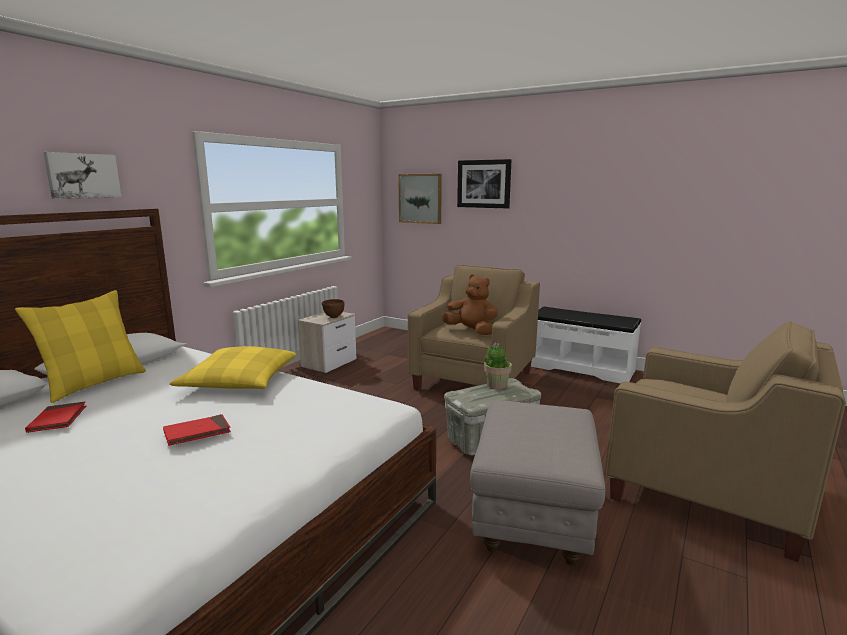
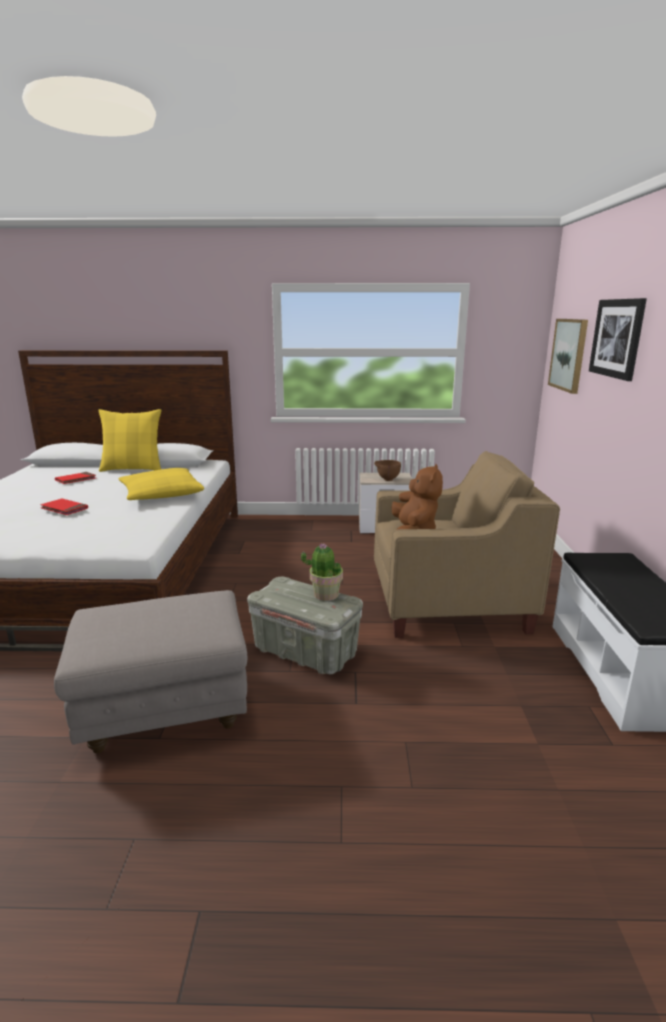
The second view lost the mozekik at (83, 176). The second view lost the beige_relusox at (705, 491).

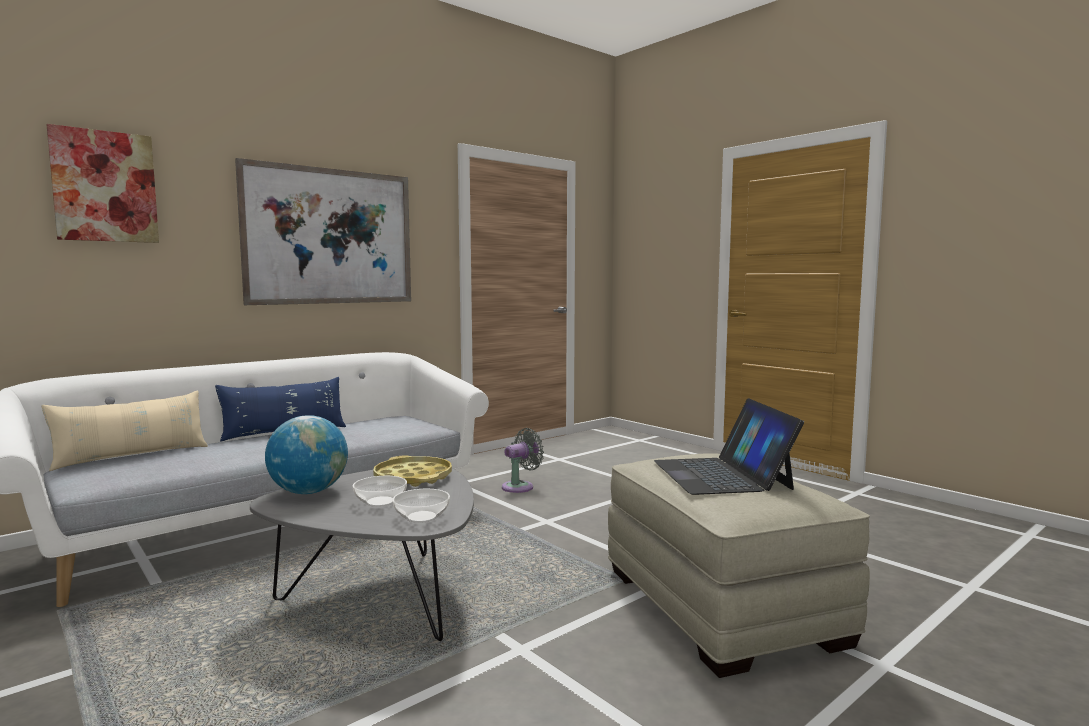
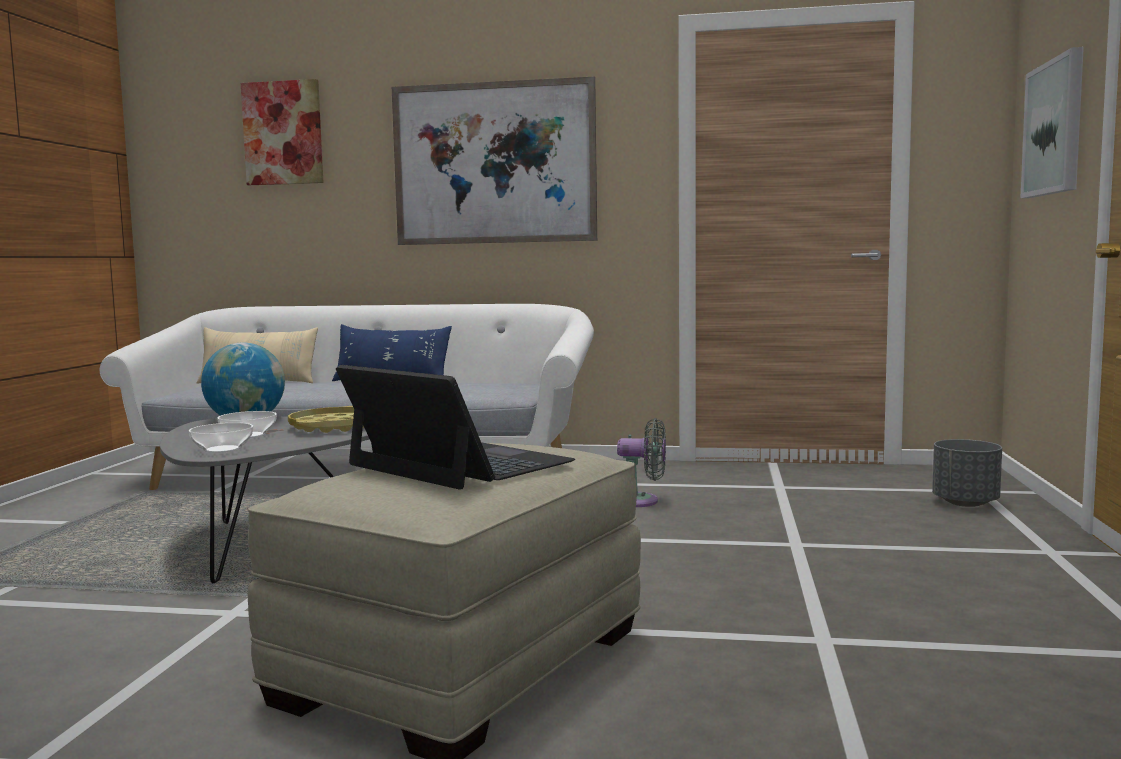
The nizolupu at (721, 474) ended up facing another way, 90 degrees clockwise from before. The second view gained the mozekik at (1055, 128). The second view gained the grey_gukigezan at (964, 503).

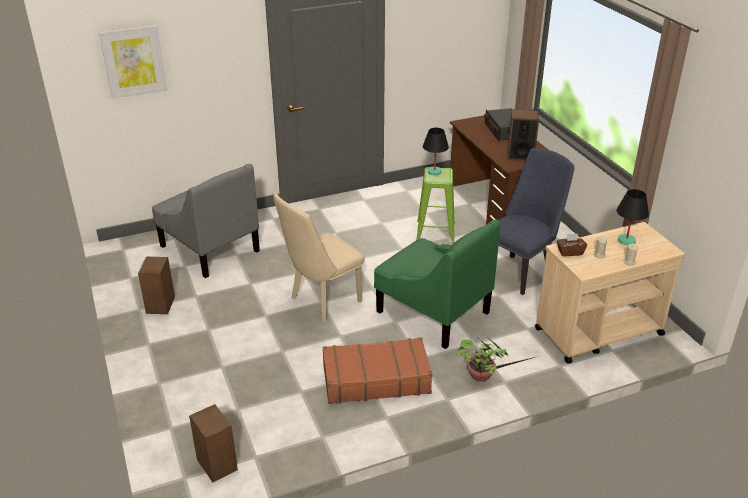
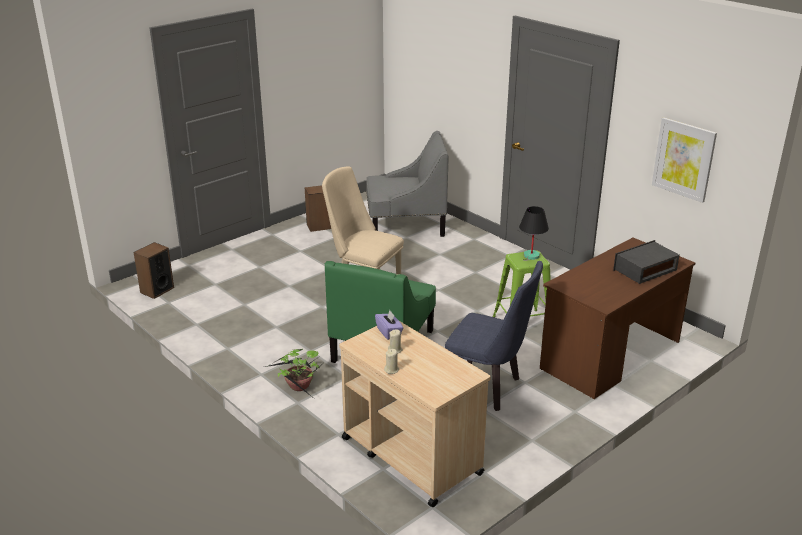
The mozekik ended up elsewhere, having gone from (133, 61) to (684, 159). The second view lost the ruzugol at (520, 155). The grey_relusox at (209, 248) ended up facing another way, 120 degrees counterclockwise from before. The second view lost the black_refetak at (626, 240). What was the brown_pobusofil at (570, 252) turned into the purple_pobusofil at (389, 332). The second view lost the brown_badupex at (375, 379).

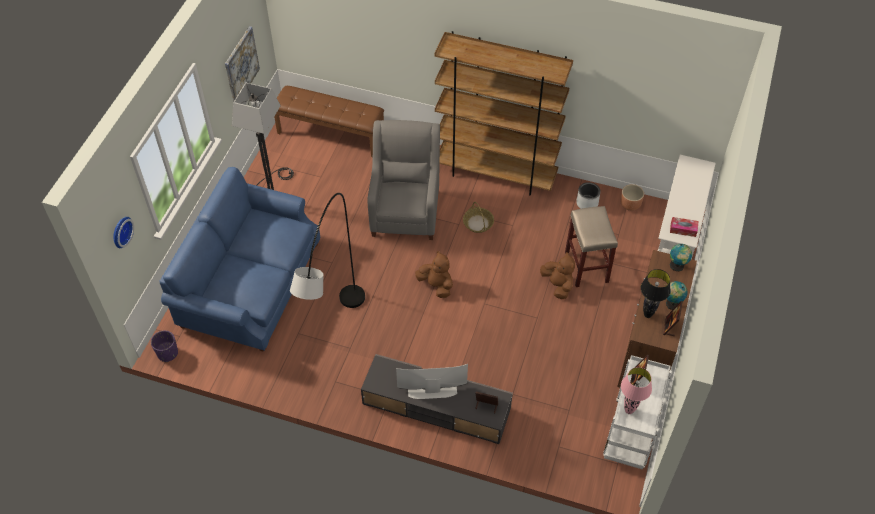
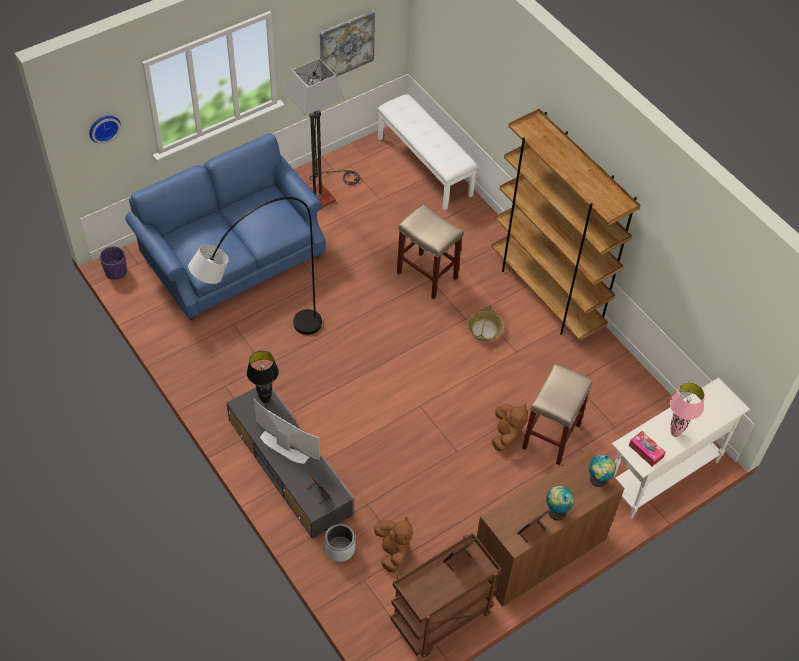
What was the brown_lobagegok at (331, 134) turned into the white_lobagegok at (425, 166). Where the grey_relusox stood at (405, 210), the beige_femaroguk came to stand at (428, 276). The grey_gukigezan ended up elsewhere, having gone from (587, 203) to (340, 549). The second view lost the brown_gukigezan at (630, 205). The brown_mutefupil ended up elsewhere, having gone from (436, 285) to (392, 551). The black_refetak ended up elsewhere, having gone from (648, 315) to (265, 400). What was the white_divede at (630, 435) turned into the brown_divede at (441, 619). The pink_refetak ended up elsewhere, having gone from (628, 410) to (675, 433).

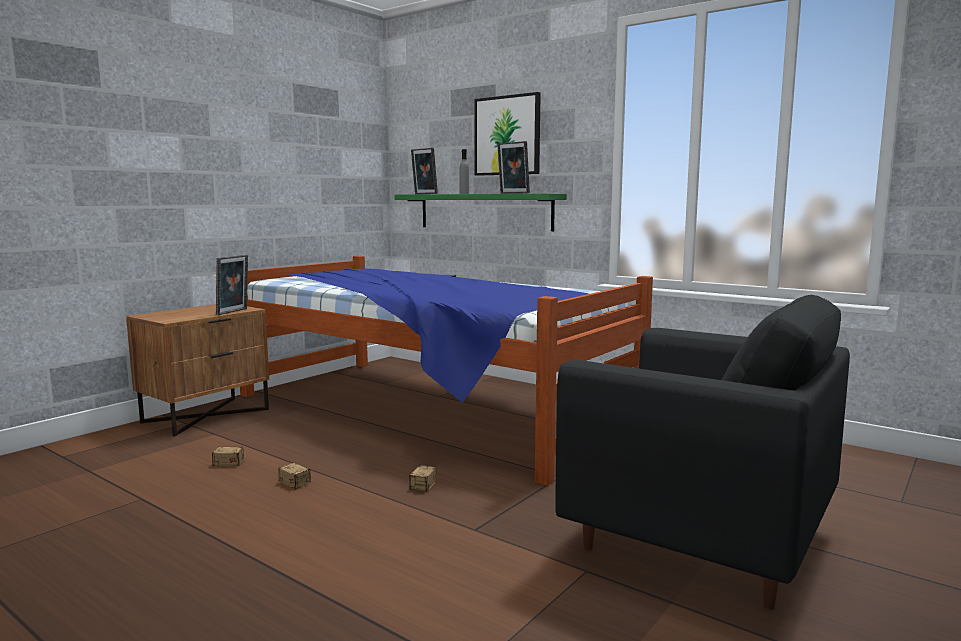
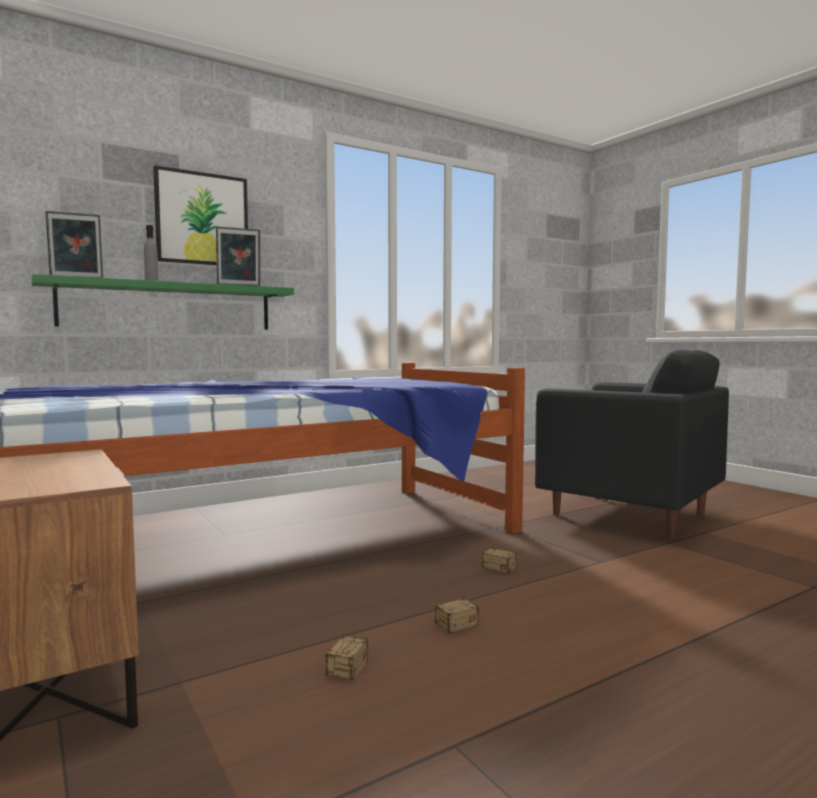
The second view lost the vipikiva at (234, 312). The black_relusox at (698, 545) ended up facing another way, 75 degrees clockwise from before.

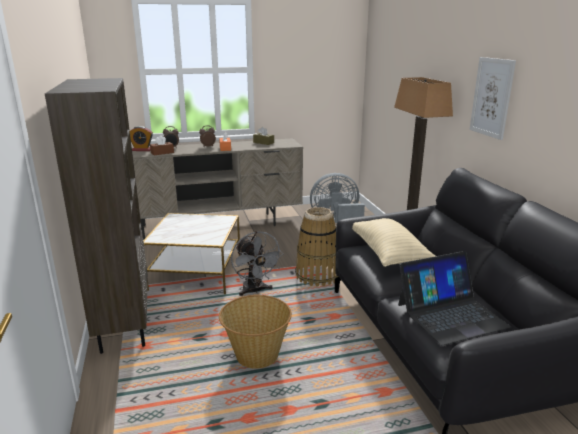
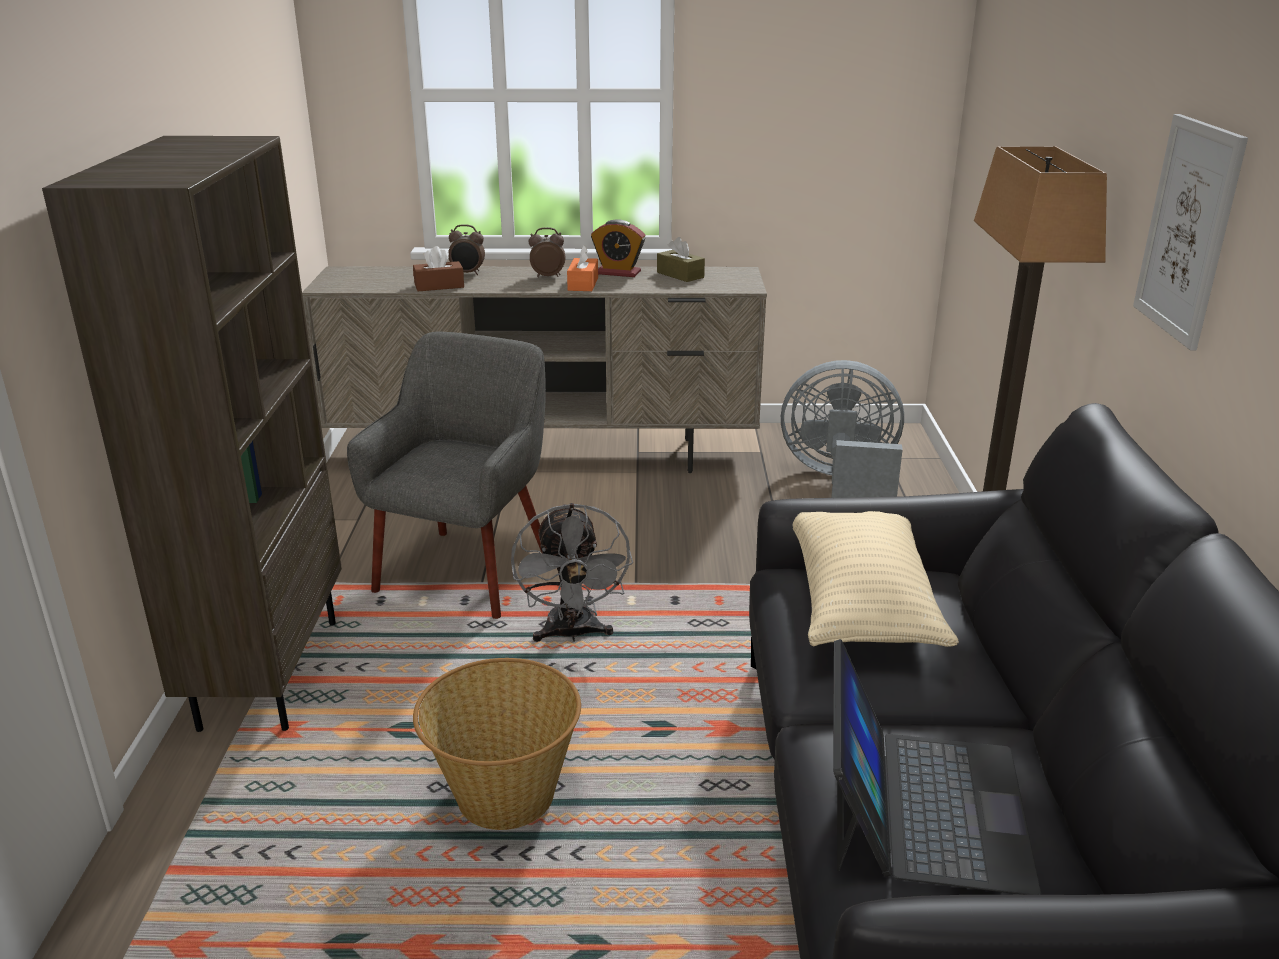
The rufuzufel ended up elsewhere, having gone from (142, 150) to (618, 273). The second view lost the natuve at (317, 276). Where the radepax stood at (196, 273), the grey_relusox came to stand at (467, 571). The nizolupu at (450, 315) ended up facing another way, 75 degrees counterclockwise from before.

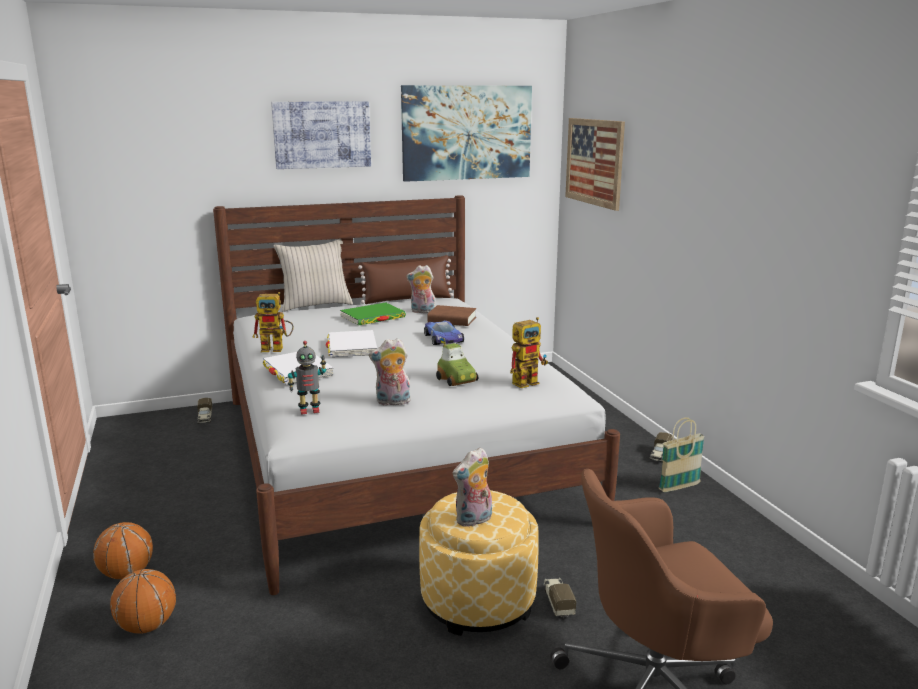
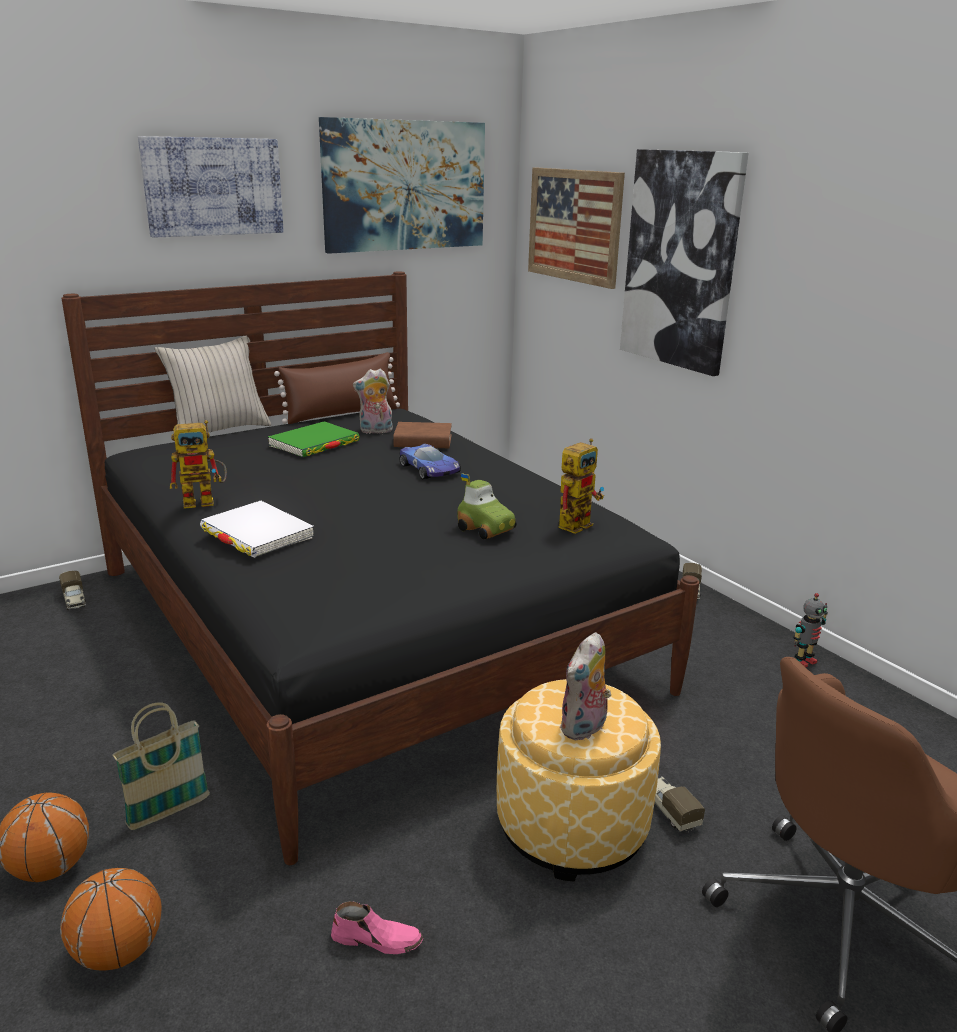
What was the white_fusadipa at (392, 454) turned into the black_fusadipa at (365, 626). The second view lost the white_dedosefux at (352, 347). The second view lost the mutefupil at (392, 402). The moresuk ended up elsewhere, having gone from (309, 410) to (804, 661). The natuve ended up elsewhere, having gone from (679, 487) to (169, 812). The second view gained the mozekik at (681, 260). The second view gained the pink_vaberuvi at (377, 939).

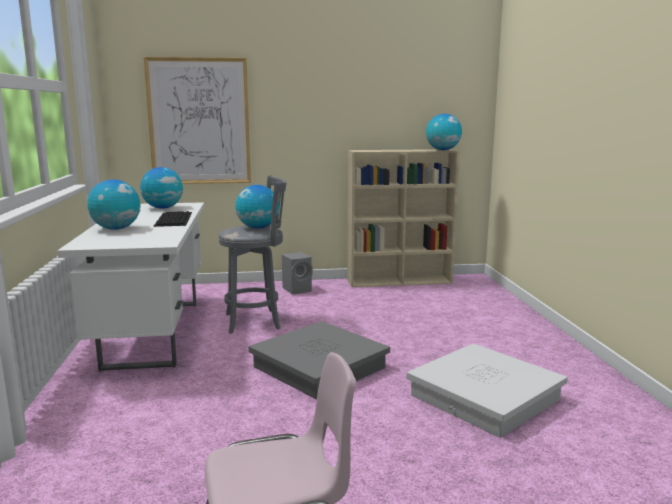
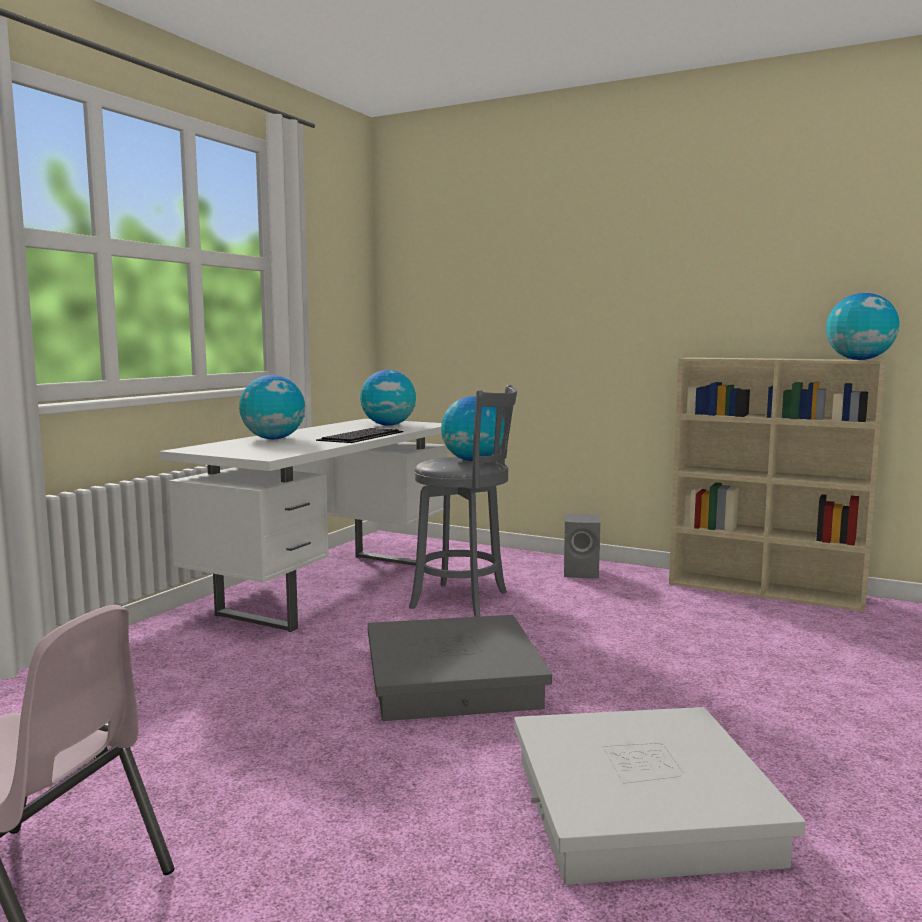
The second view lost the mozekik at (199, 122).

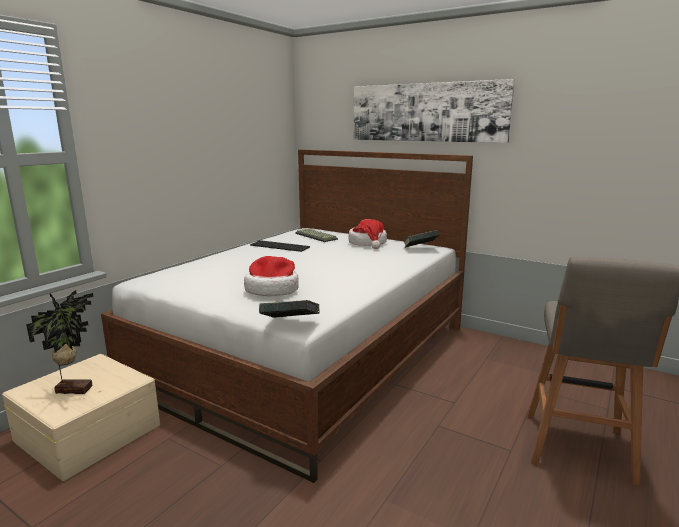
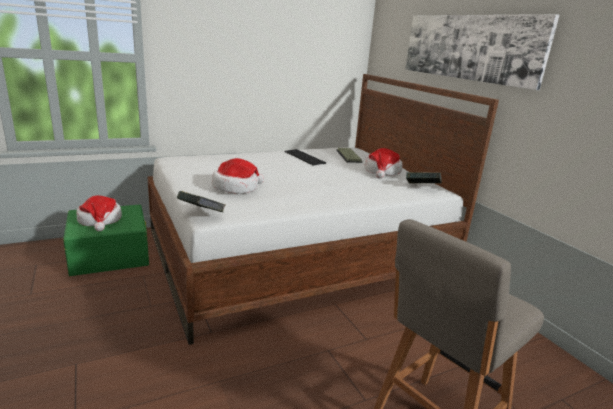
Where the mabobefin stood at (74, 388), the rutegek came to stand at (100, 220). What was the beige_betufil at (88, 431) turned into the green_betufil at (109, 253).

